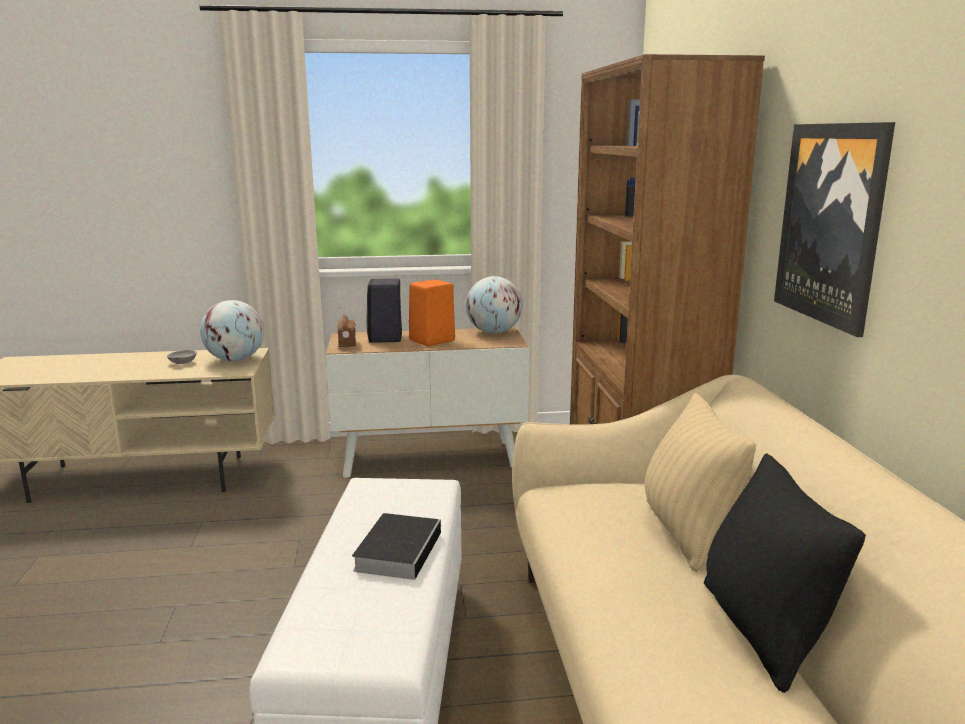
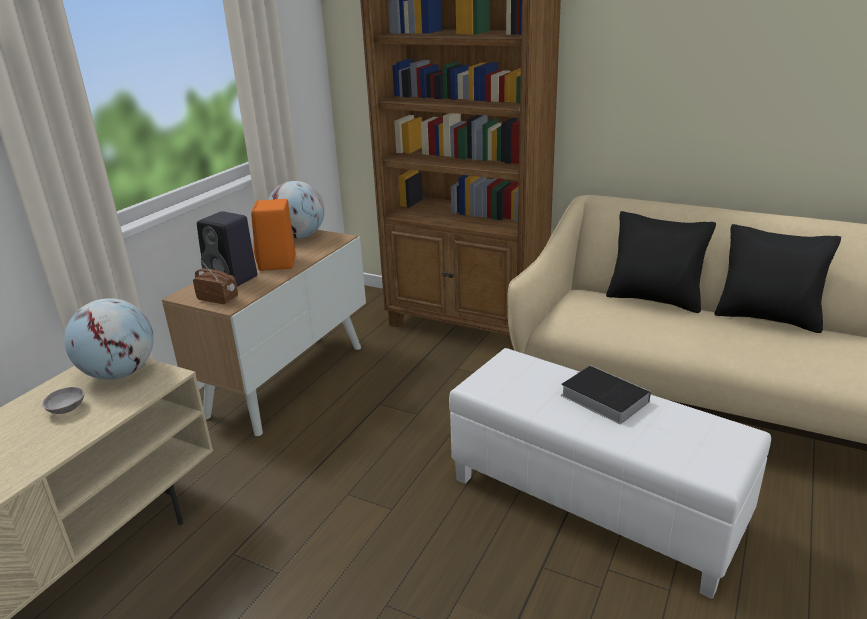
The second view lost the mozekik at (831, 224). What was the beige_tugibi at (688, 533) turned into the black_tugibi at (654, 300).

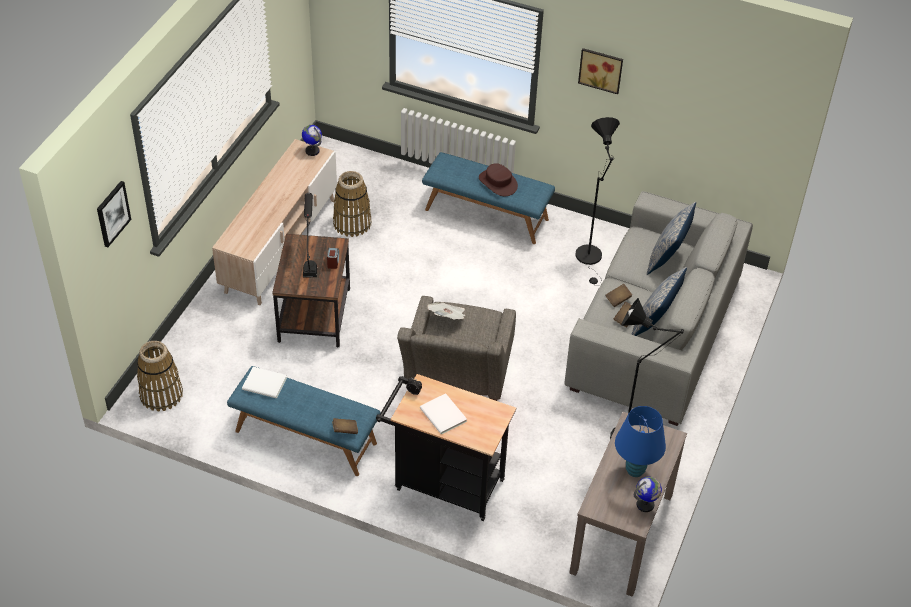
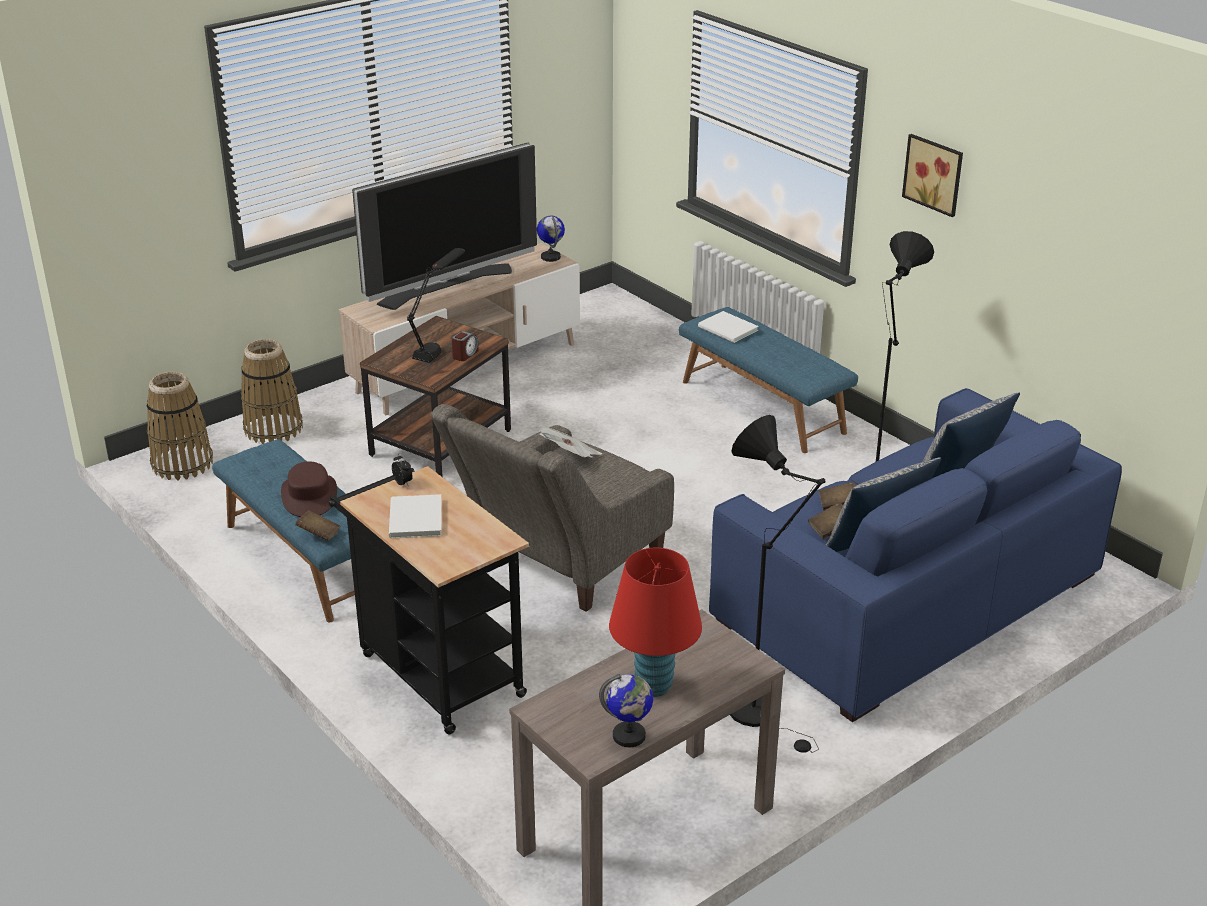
The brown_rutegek ended up elsewhere, having gone from (498, 182) to (309, 496). The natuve ended up elsewhere, having gone from (352, 223) to (273, 428). The second view lost the mozekik at (112, 213). What was the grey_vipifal at (654, 332) turned into the blue_vipifal at (906, 598). The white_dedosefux ended up elsewhere, having gone from (265, 384) to (728, 329). What was the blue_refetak at (635, 470) turned into the red_refetak at (654, 686). The second view gained the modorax at (447, 286).

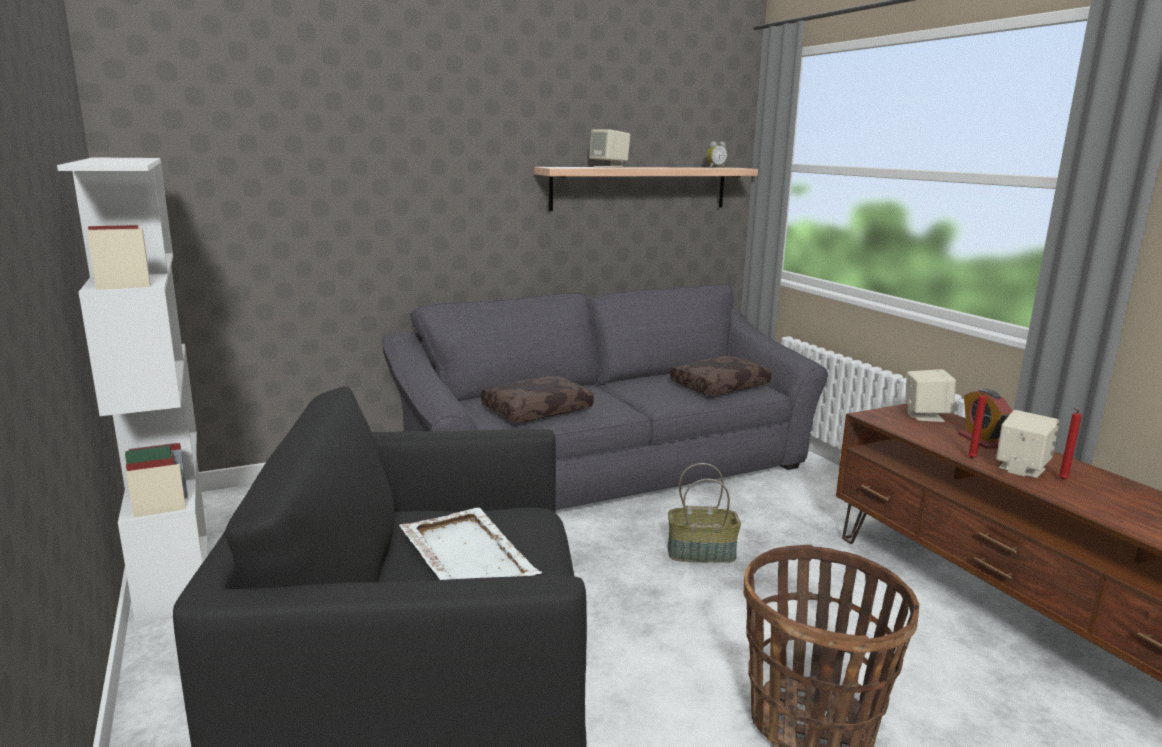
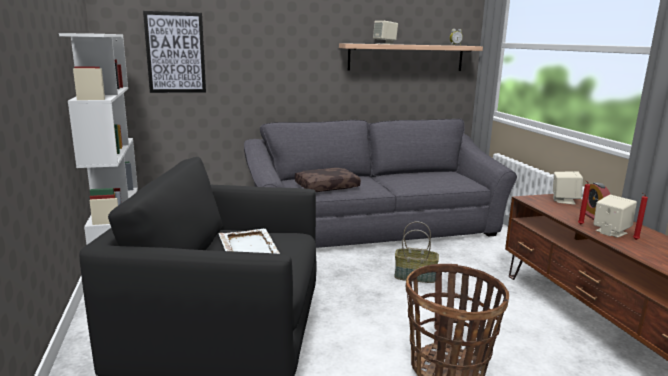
The second view lost the brown_tugibi at (719, 386). The second view gained the mozekik at (175, 52).

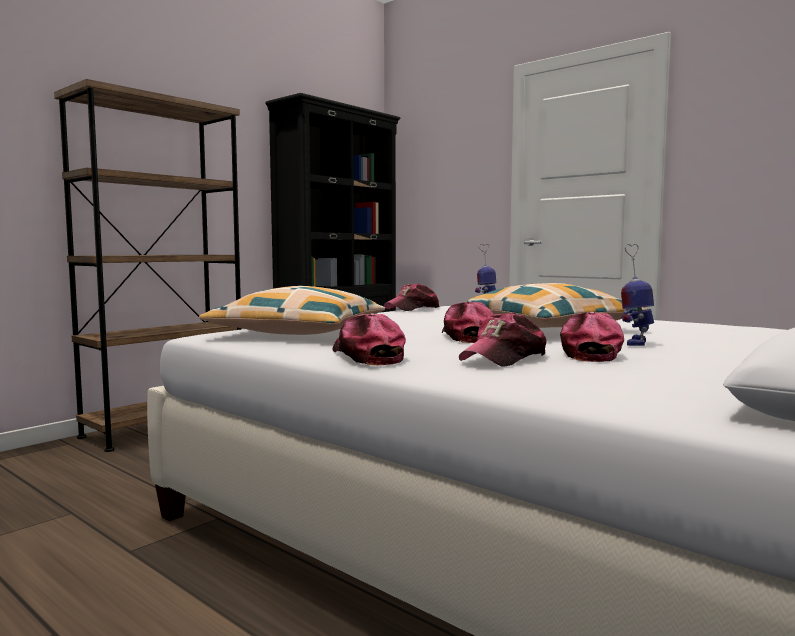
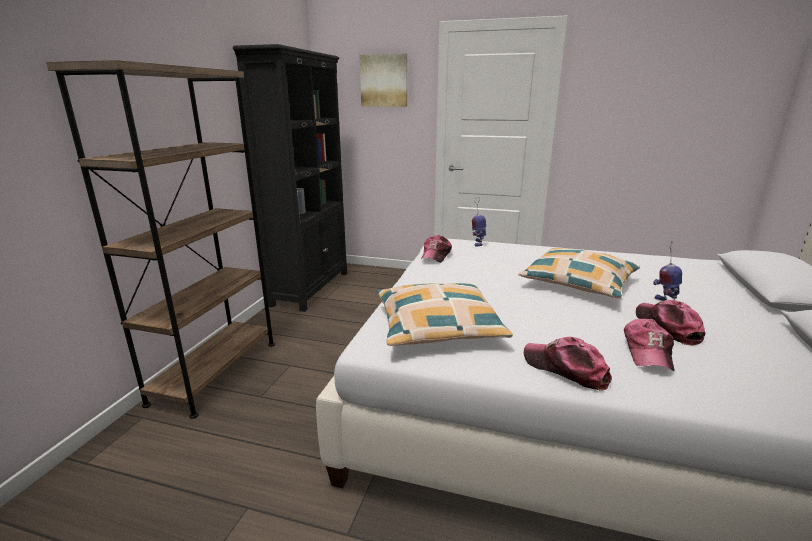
The second view lost the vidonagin at (466, 336). The second view gained the mozekik at (384, 80).

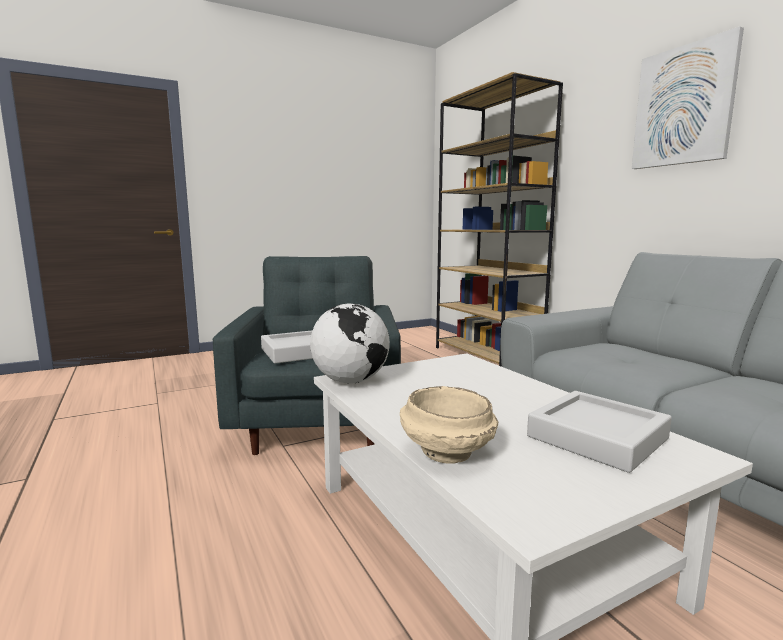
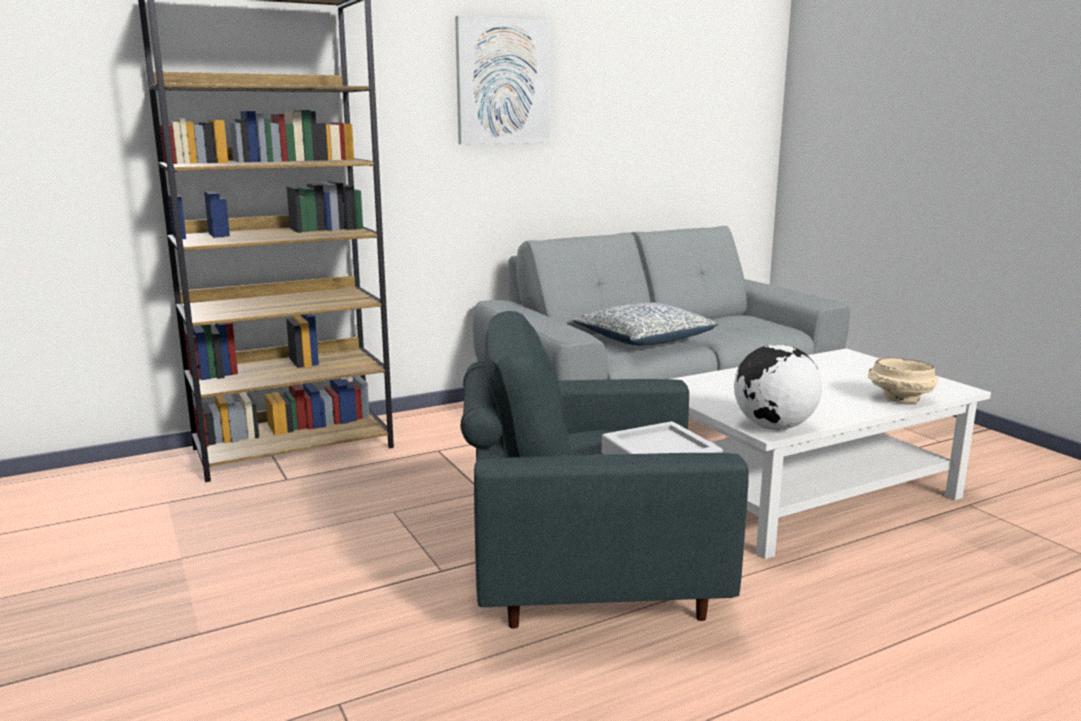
The second view lost the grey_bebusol at (597, 437). The second view gained the tugibi at (644, 340).

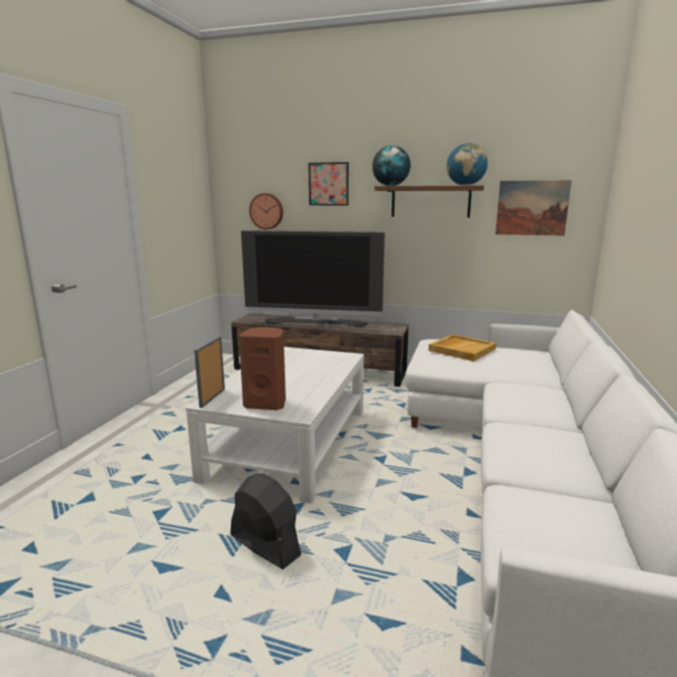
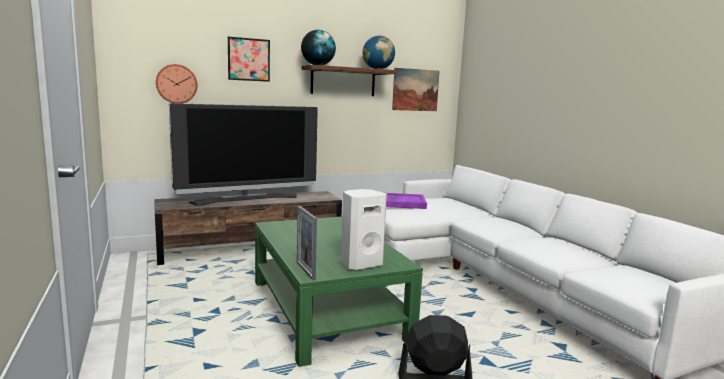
What was the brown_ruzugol at (266, 403) turned into the white_ruzugol at (360, 263). What was the beige_bebusol at (462, 349) turned into the purple_bebusol at (404, 203). What was the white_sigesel at (290, 443) turned into the green_sigesel at (327, 310).

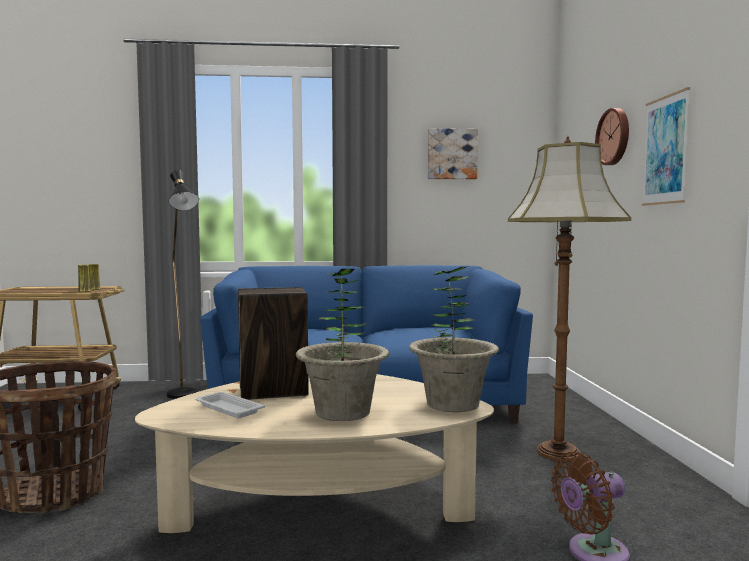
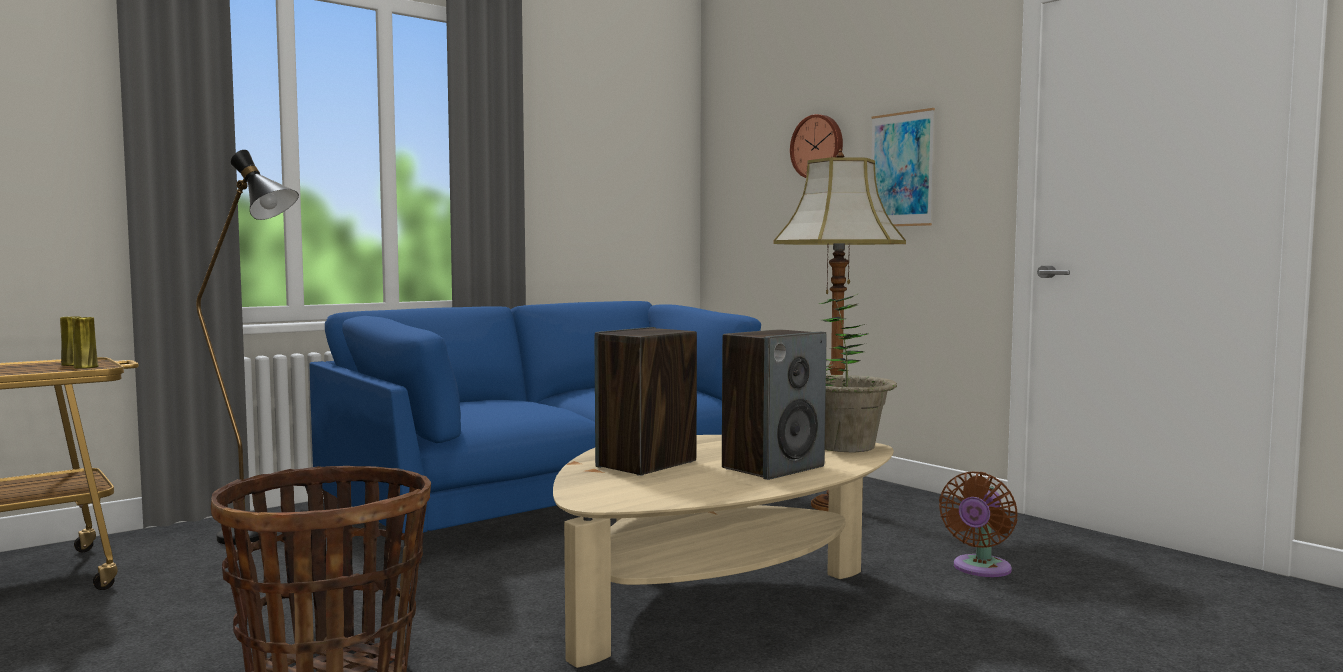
The second view lost the mozekik at (452, 154). Where the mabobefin stood at (343, 412), the ruzugol came to stand at (773, 467). The second view lost the white_bebusol at (228, 409).

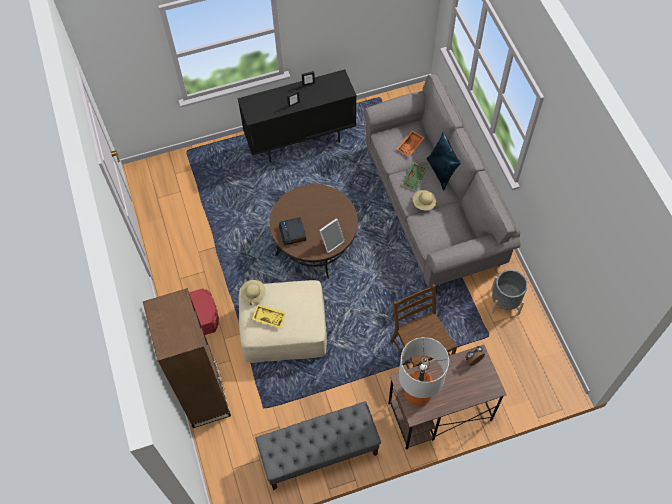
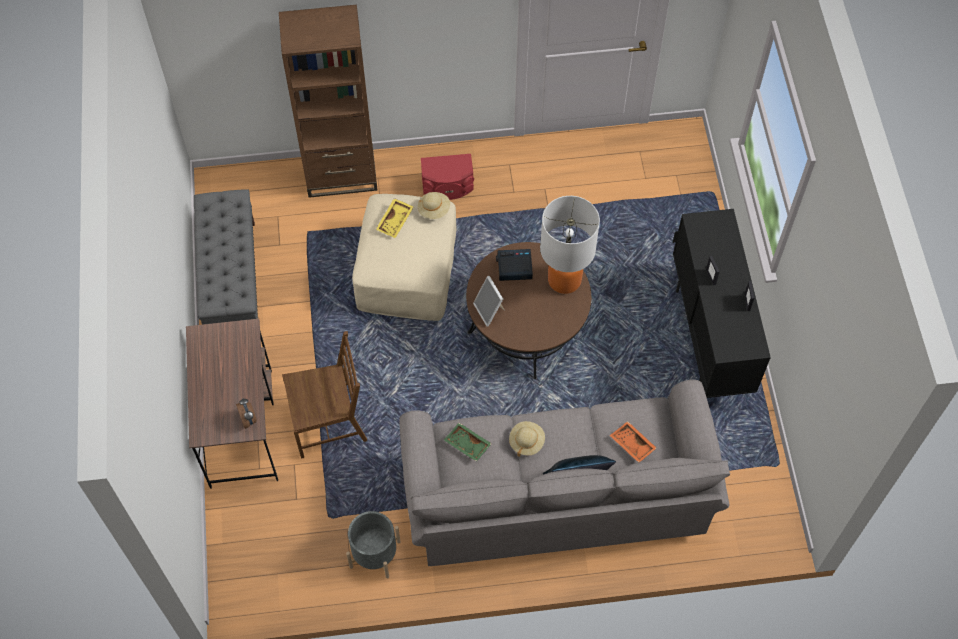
The green_bebusol ended up elsewhere, having gone from (415, 178) to (467, 445). The refetak ended up elsewhere, having gone from (417, 393) to (564, 279).

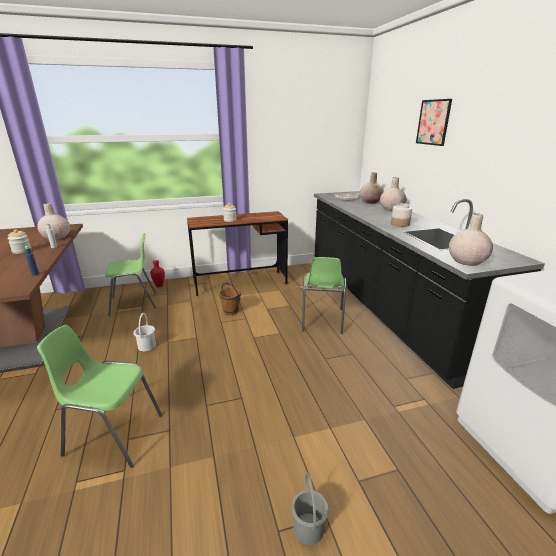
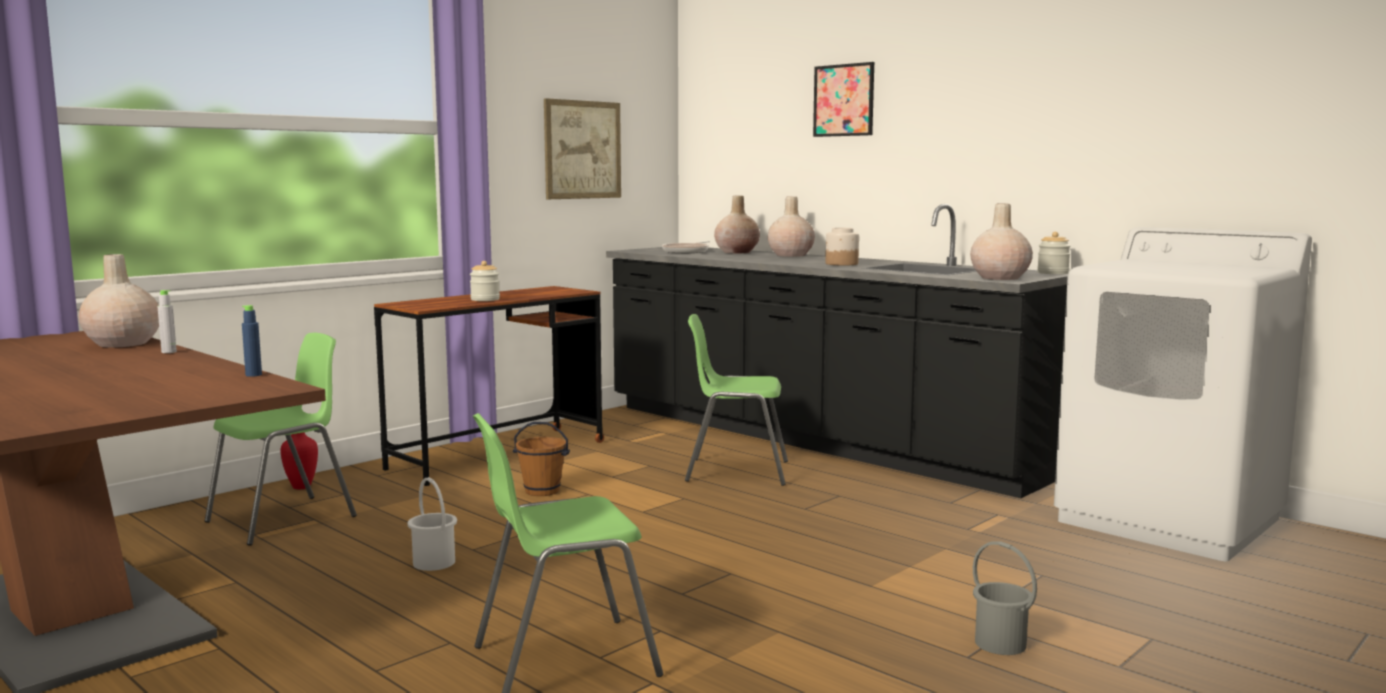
The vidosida ended up elsewhere, having gone from (22, 251) to (1053, 273). The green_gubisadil at (322, 320) ended up facing another way, 120 degrees clockwise from before. The second view gained the mozekik at (582, 150).

